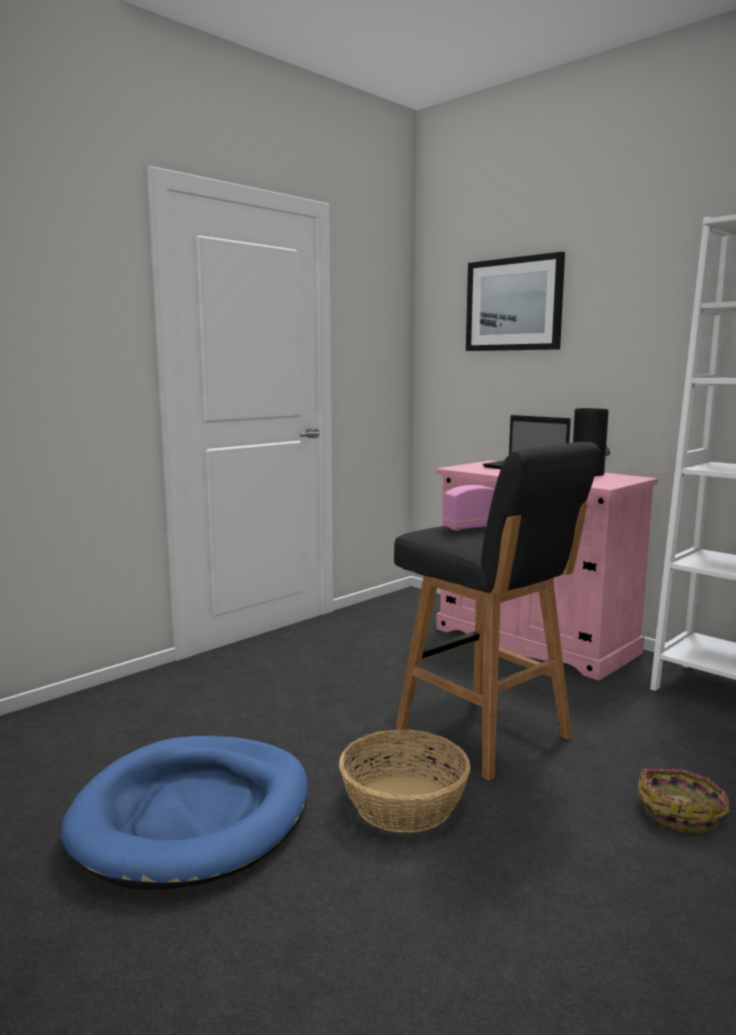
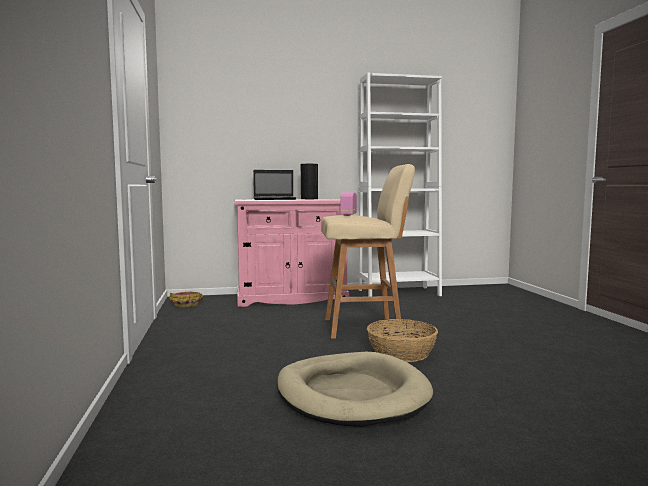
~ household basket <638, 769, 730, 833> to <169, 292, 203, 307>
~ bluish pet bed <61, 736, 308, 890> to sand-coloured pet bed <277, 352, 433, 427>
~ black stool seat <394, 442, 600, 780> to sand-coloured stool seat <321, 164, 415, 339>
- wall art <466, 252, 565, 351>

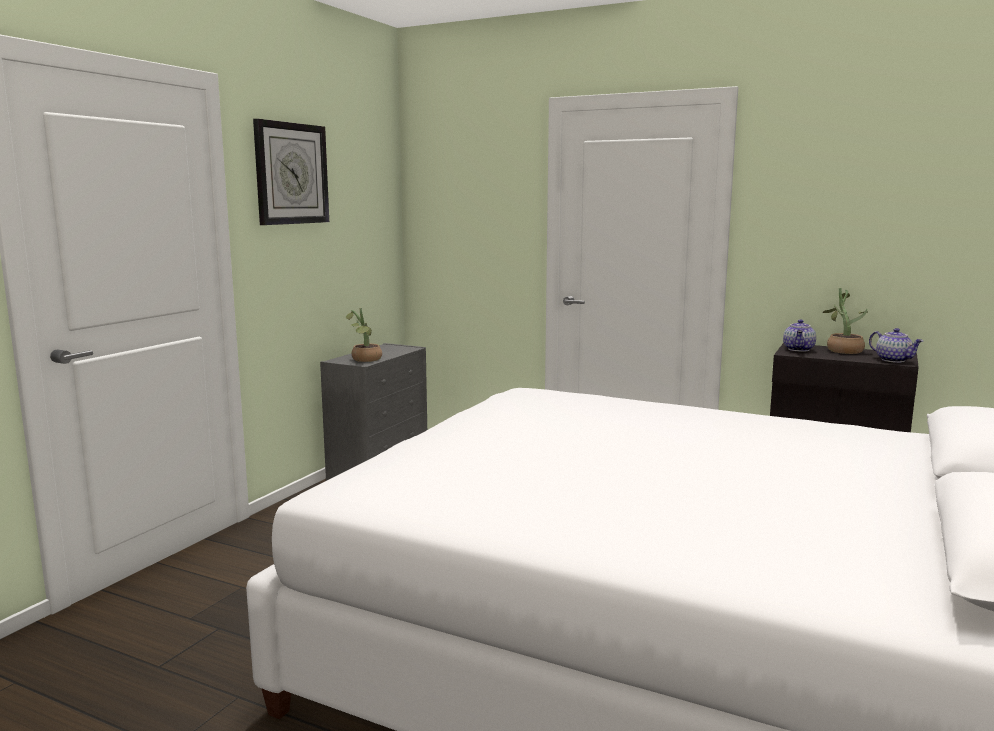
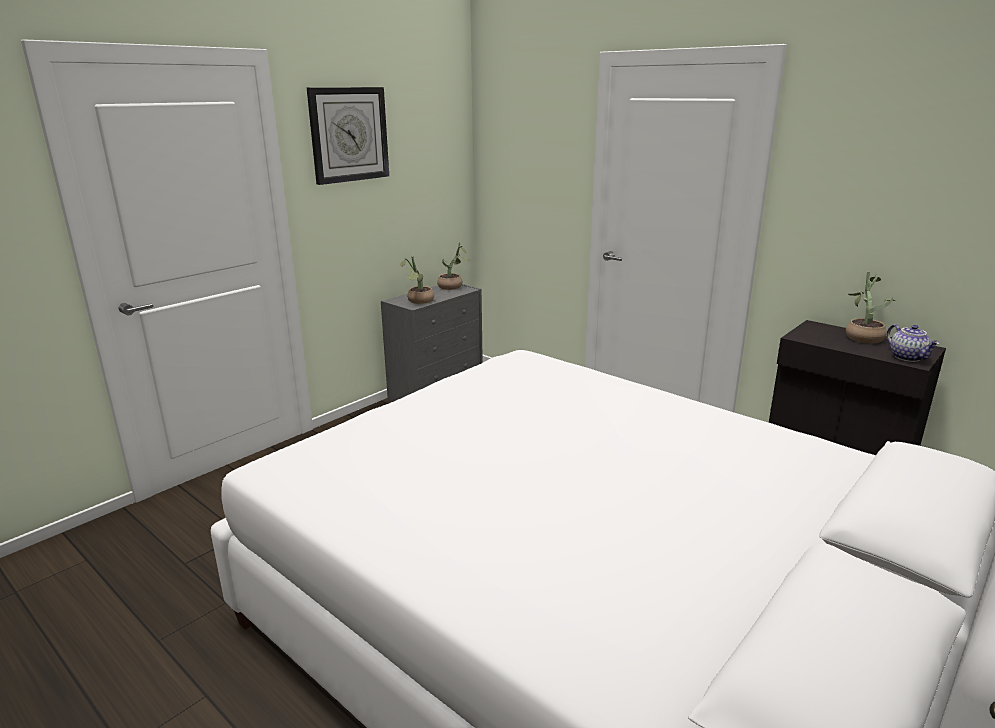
+ houseplant <437, 242, 470, 290>
- teapot <783, 319, 816, 352>

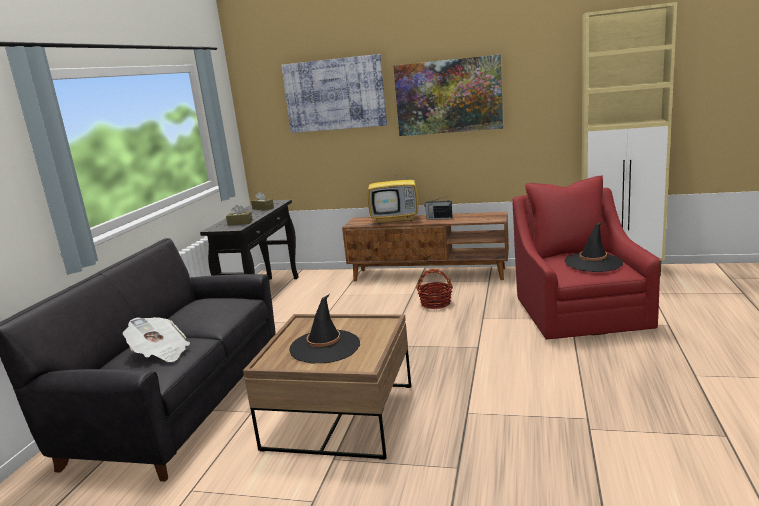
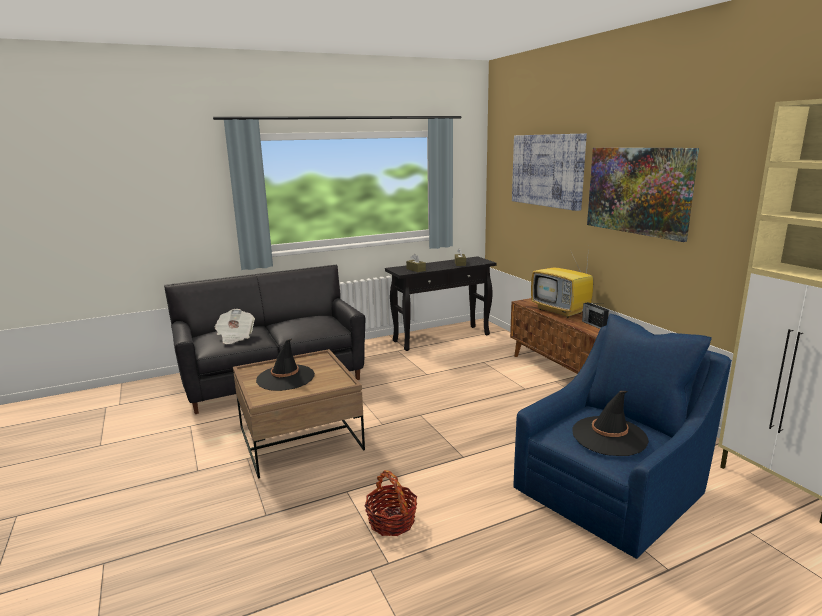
~ household basket <416, 269, 453, 309> to <364, 470, 417, 536>
~ reddish lounge chair <512, 175, 660, 339> to bluish lounge chair <513, 313, 732, 559>

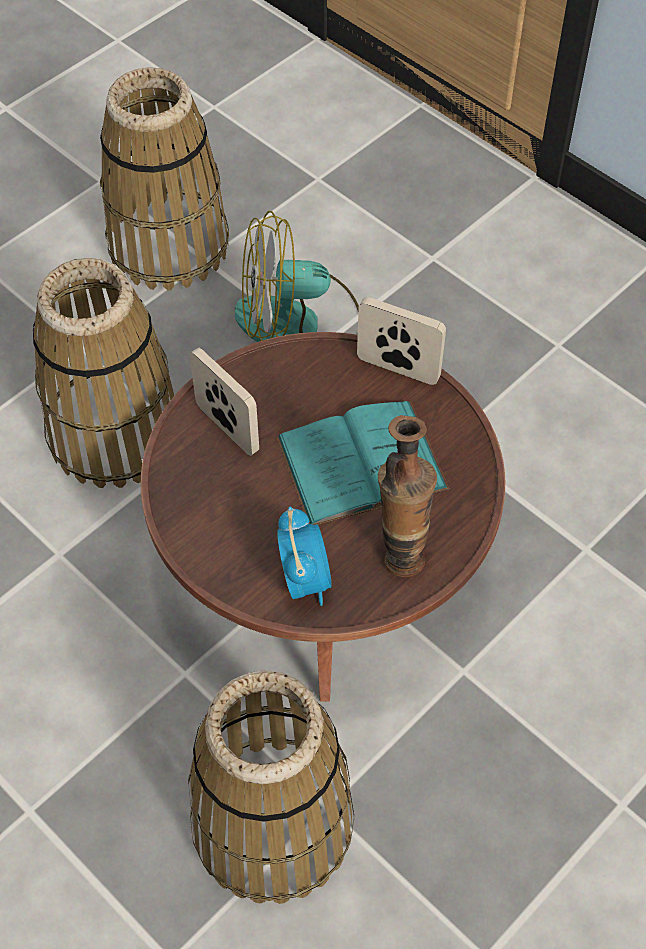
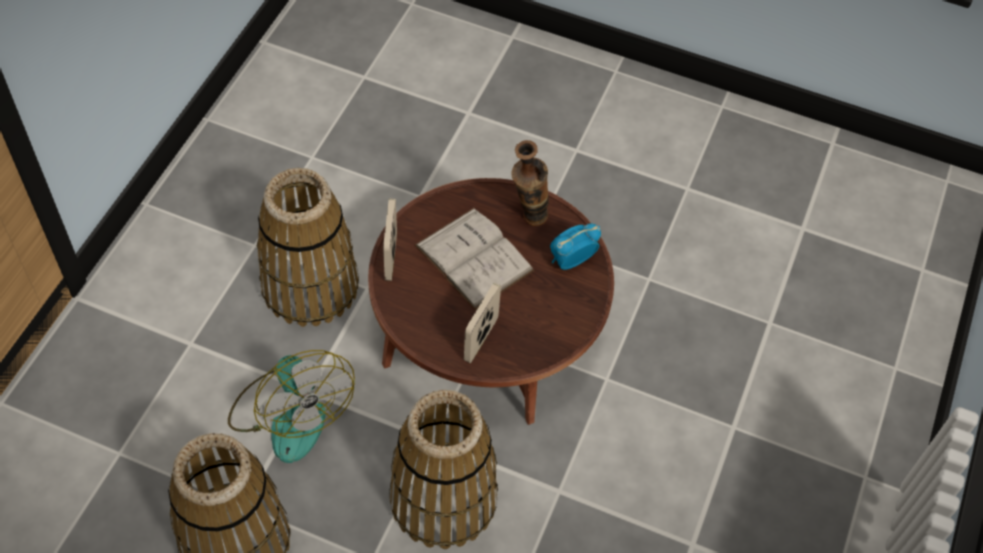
~ household basket <188, 670, 354, 904> to <257, 168, 359, 327>
~ turquoise-coloured bound book <276, 401, 449, 525> to white-coloured bound book <414, 208, 534, 310>

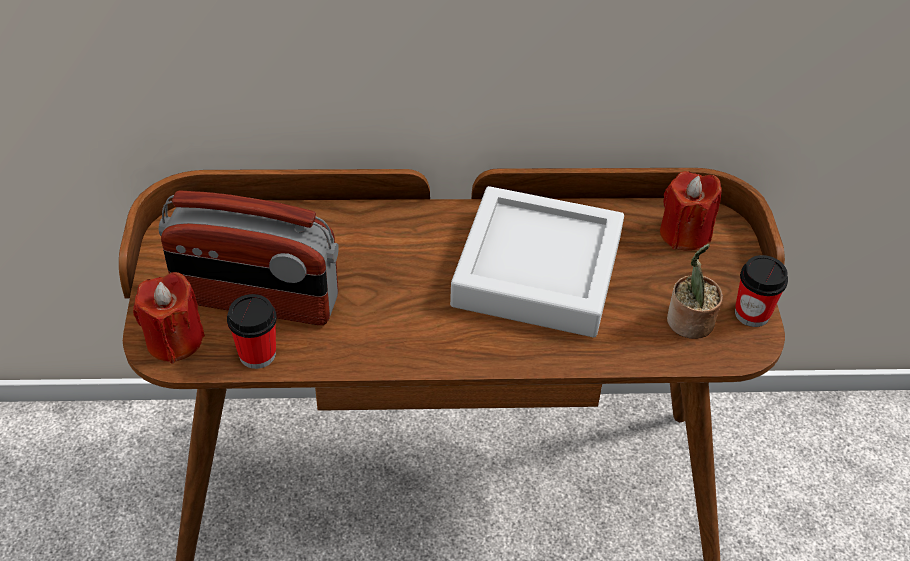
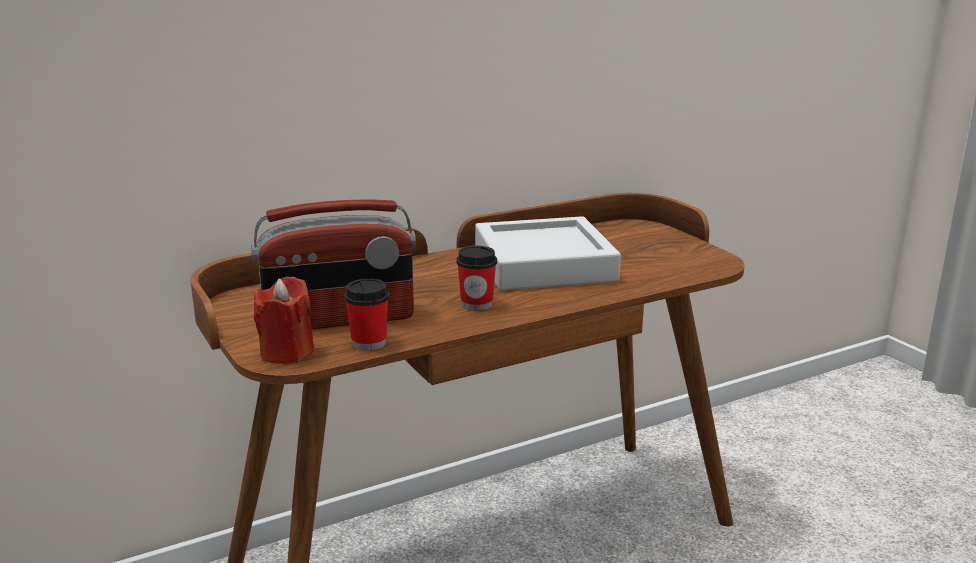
~ small cup <735, 255, 788, 327> to <456, 246, 497, 311>
- reddish wax light <660, 171, 721, 251>
- houseplant <667, 244, 723, 339>

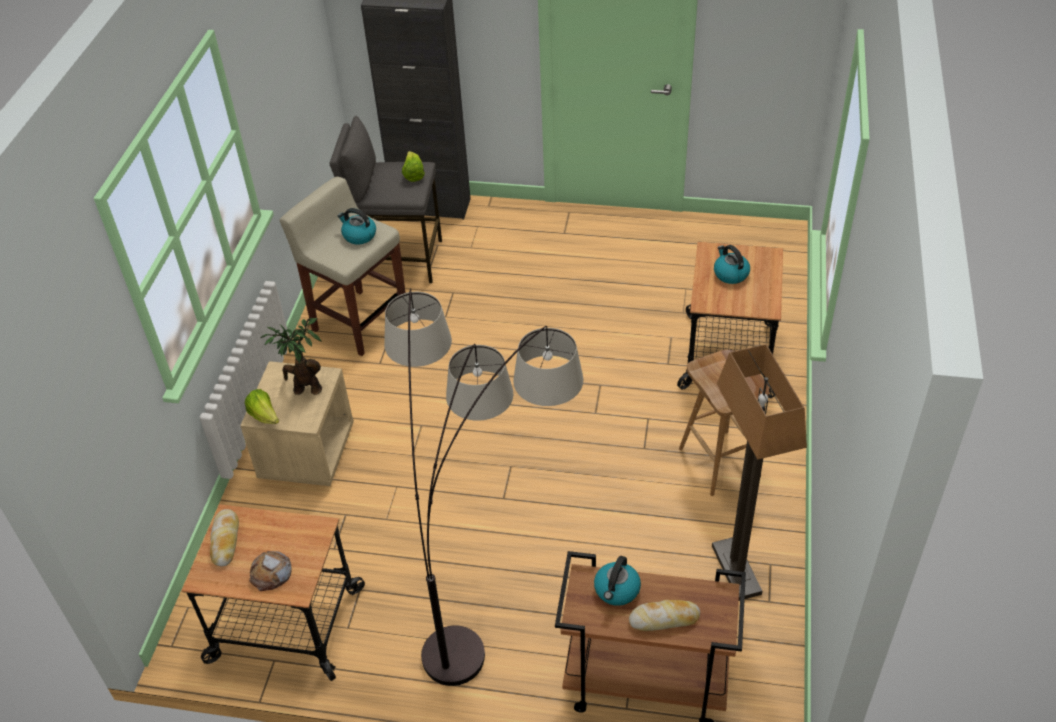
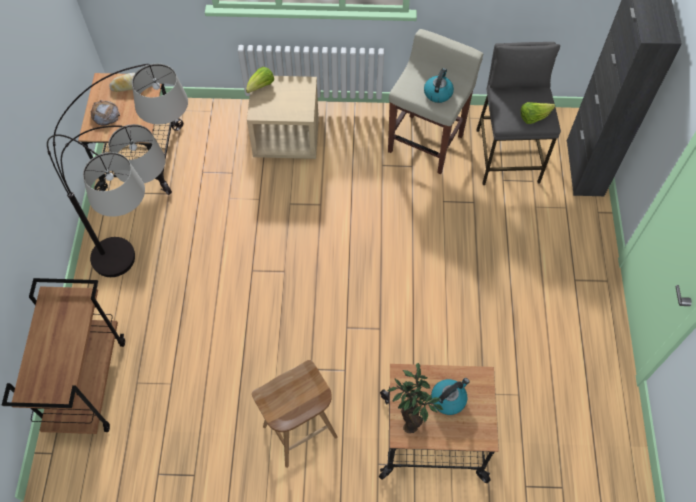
~ houseplant <260, 318, 322, 395> to <387, 363, 443, 433>
- water kettle <594, 556, 641, 606>
- baked bread <629, 600, 700, 631>
- floor lamp <712, 344, 807, 601>

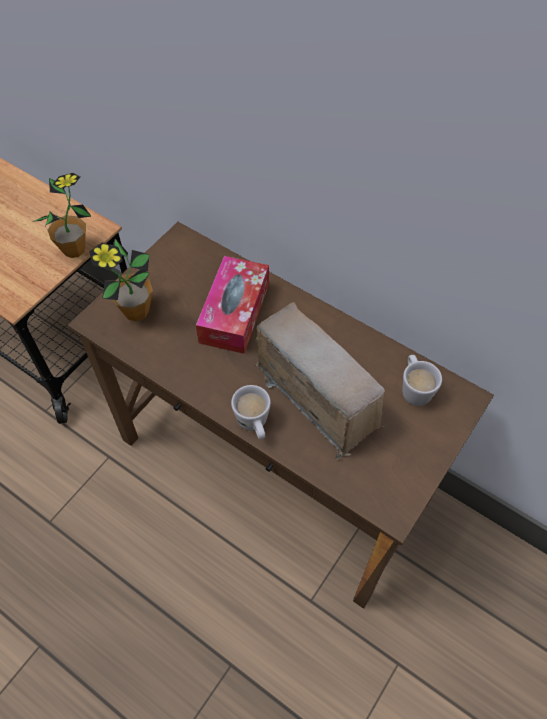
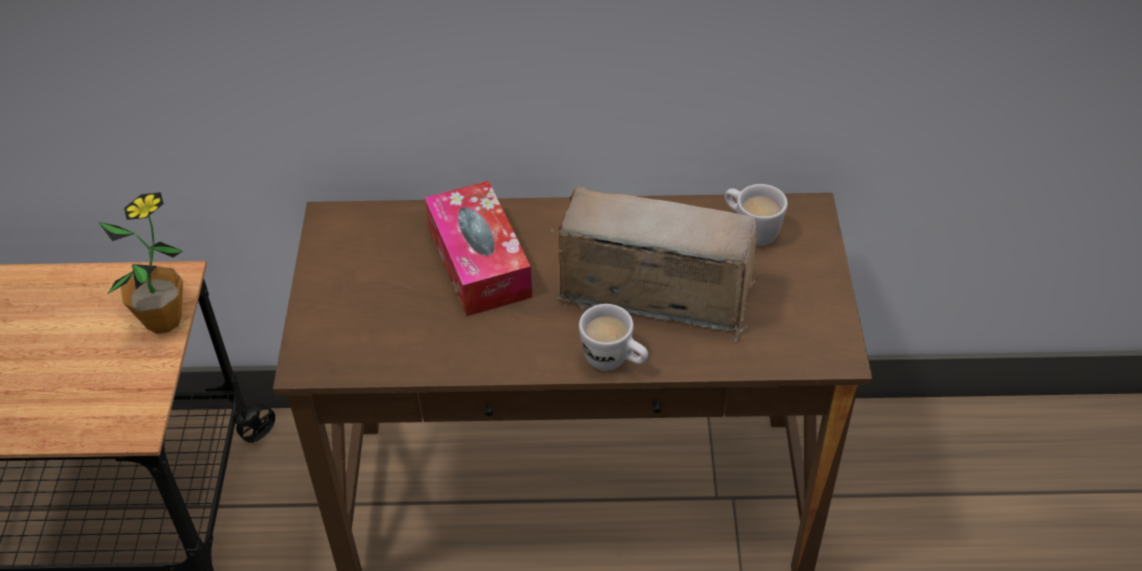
- houseplant <89, 239, 153, 321>

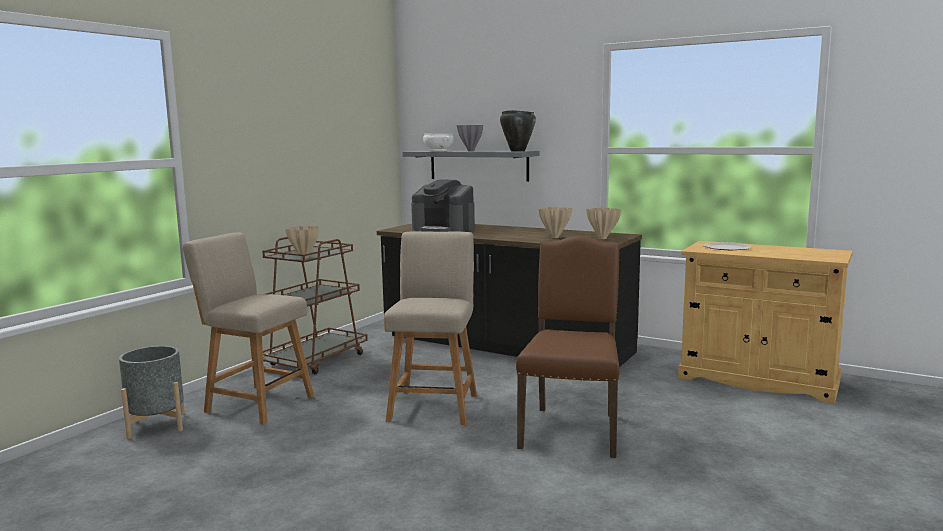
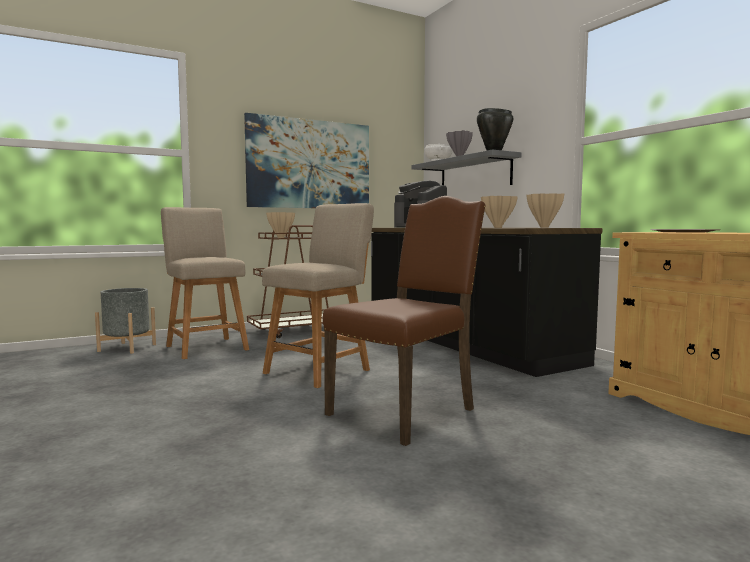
+ wall art <244, 113, 369, 208>

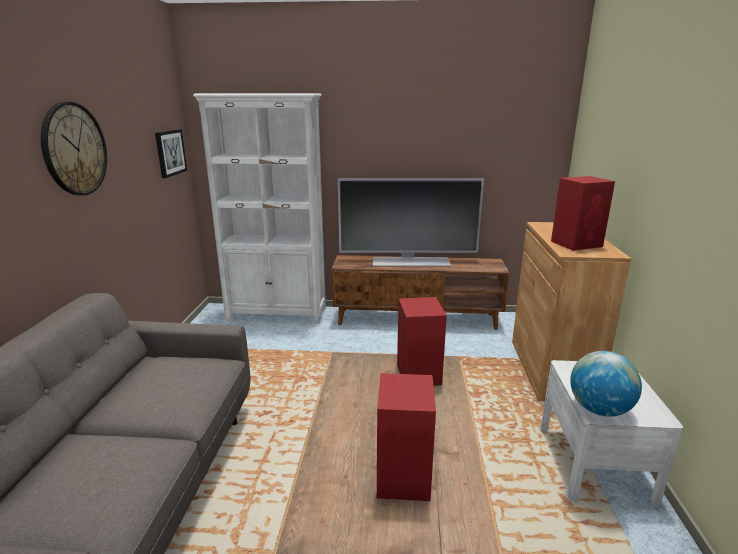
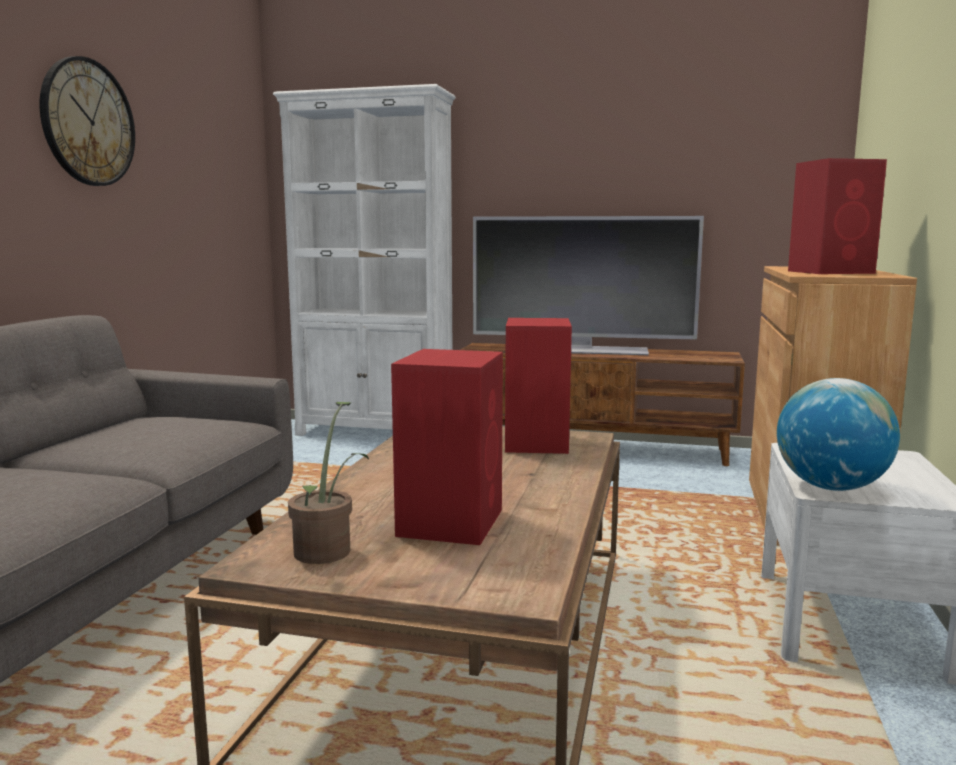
+ houseplant <288, 402, 369, 564>
- wall art <155, 129, 187, 178>

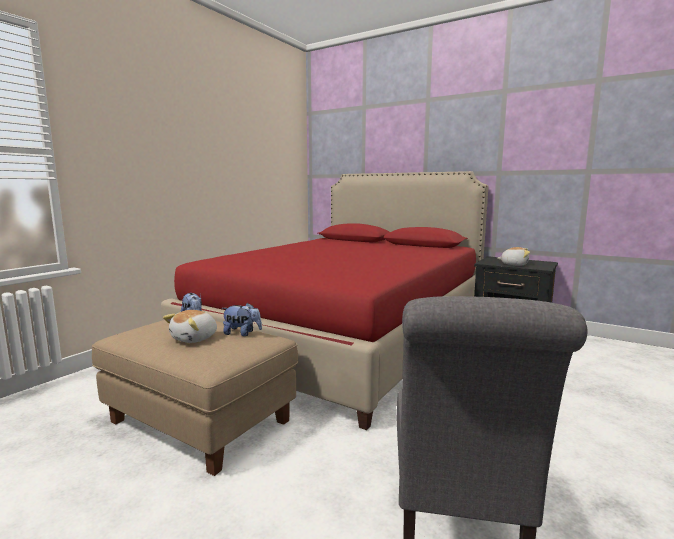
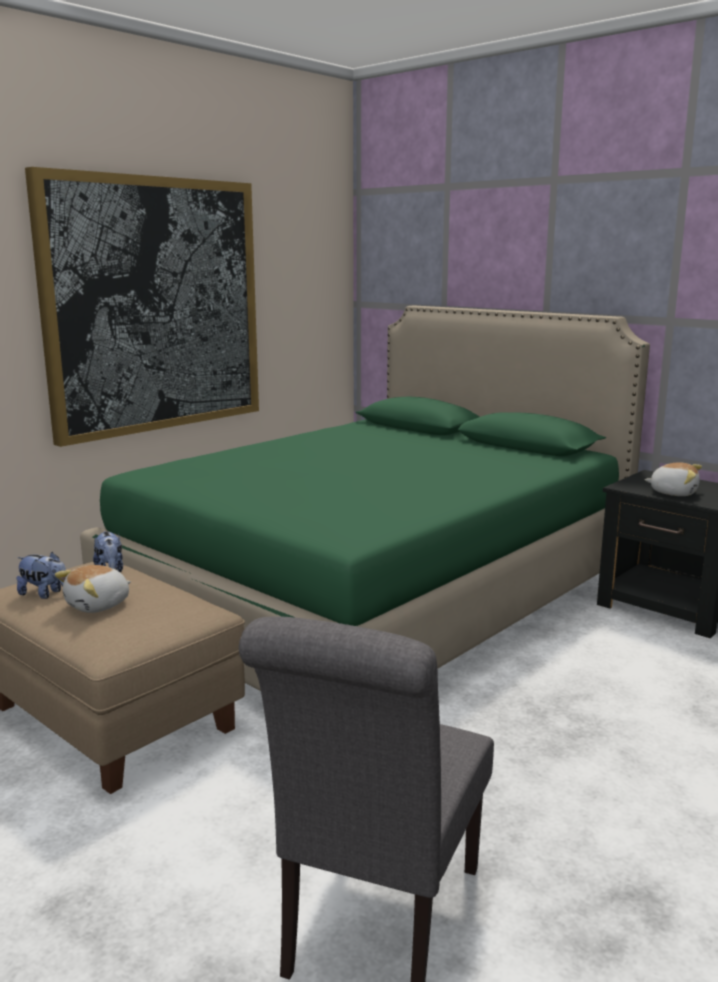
~ plush toy <222, 303, 262, 336> to <17, 552, 66, 599>
+ wall art <25, 167, 259, 447>
~ reddish bedroom bed <161, 171, 488, 430> to greenish bedroom bed <80, 305, 650, 691>

